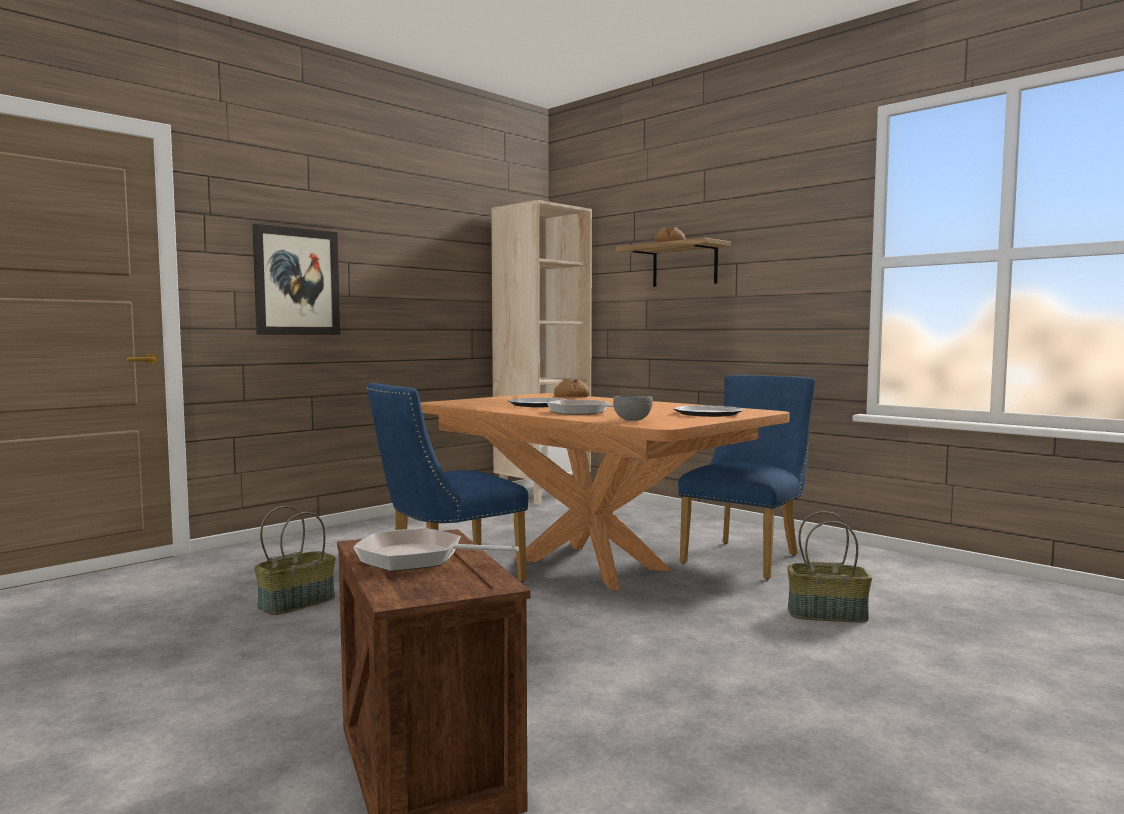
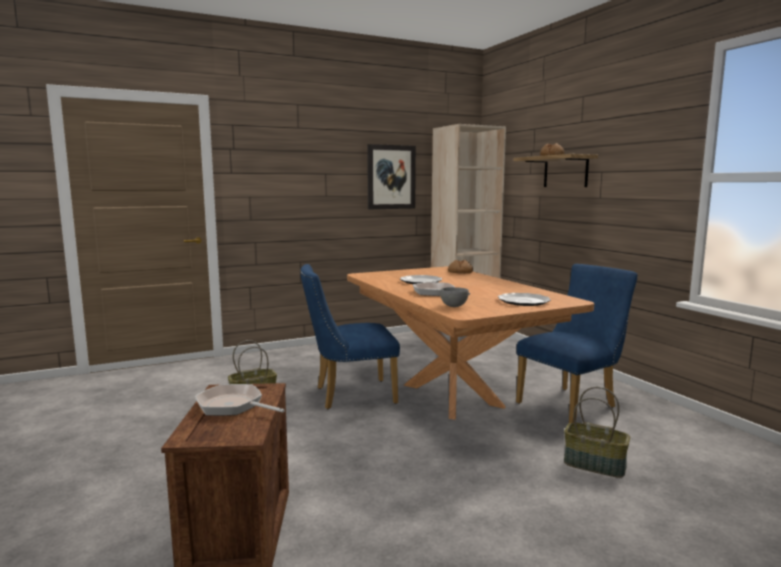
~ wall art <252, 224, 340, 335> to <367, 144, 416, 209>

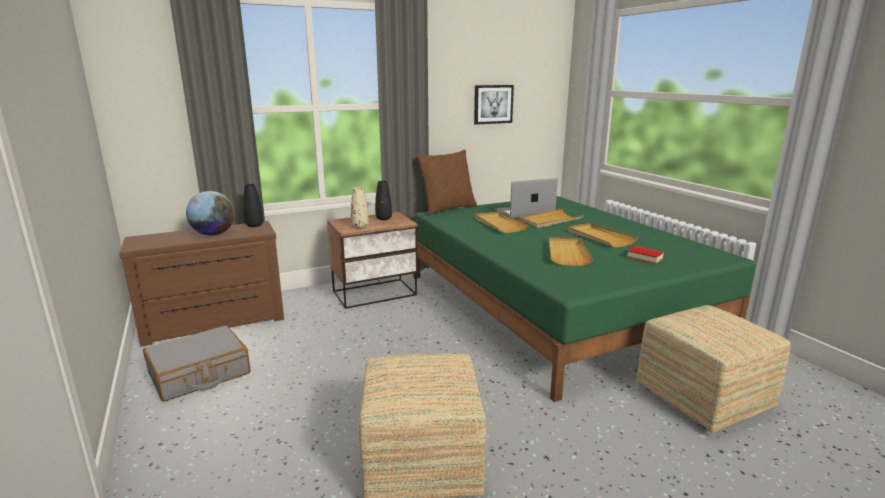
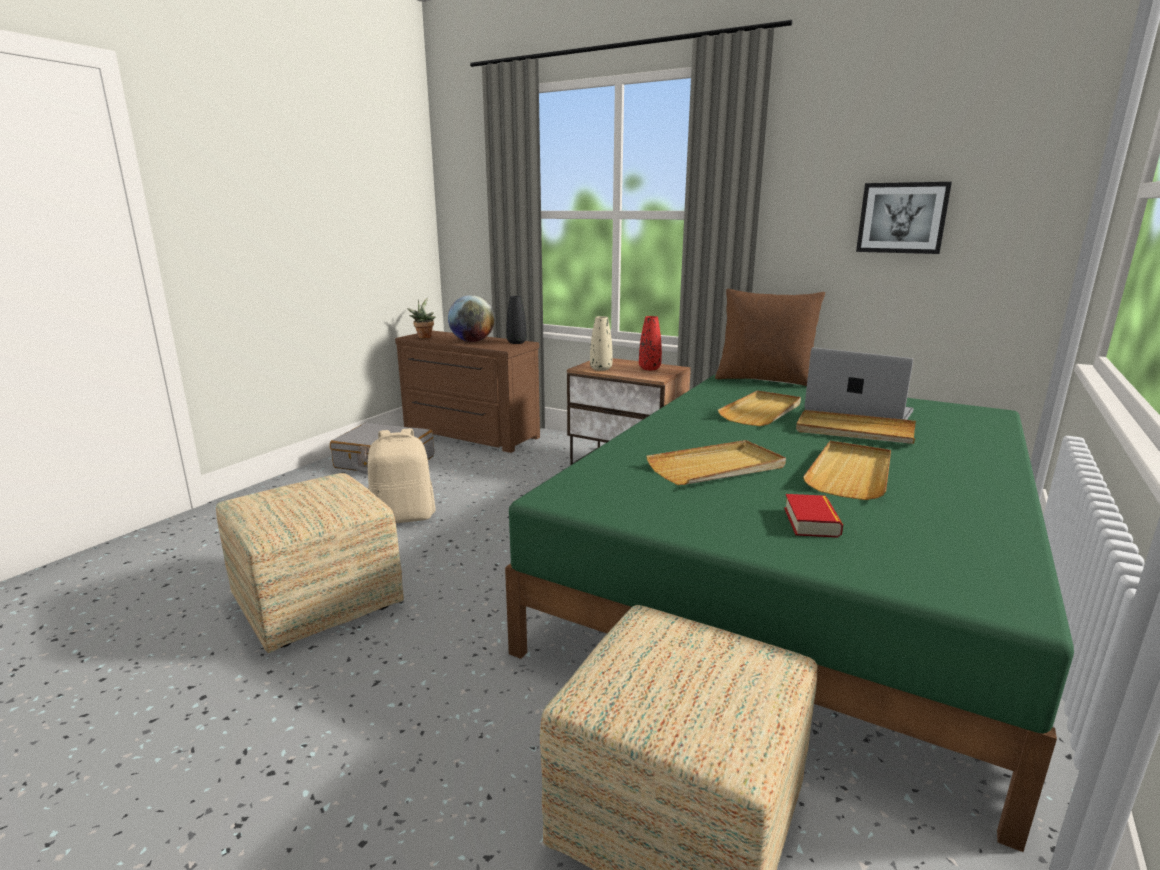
+ sand-coloured backpack <368, 428, 436, 523>
+ houseplant <407, 298, 435, 339>
~ black flower vase <375, 181, 392, 220> to reddish flower vase <639, 316, 662, 370>

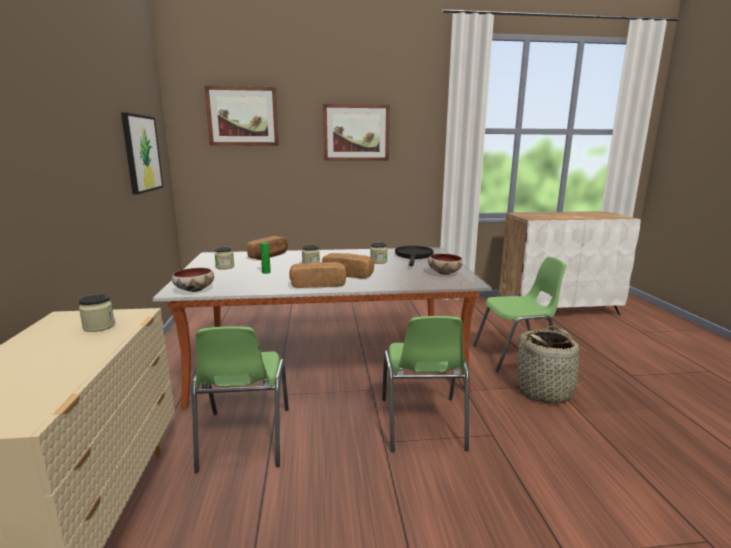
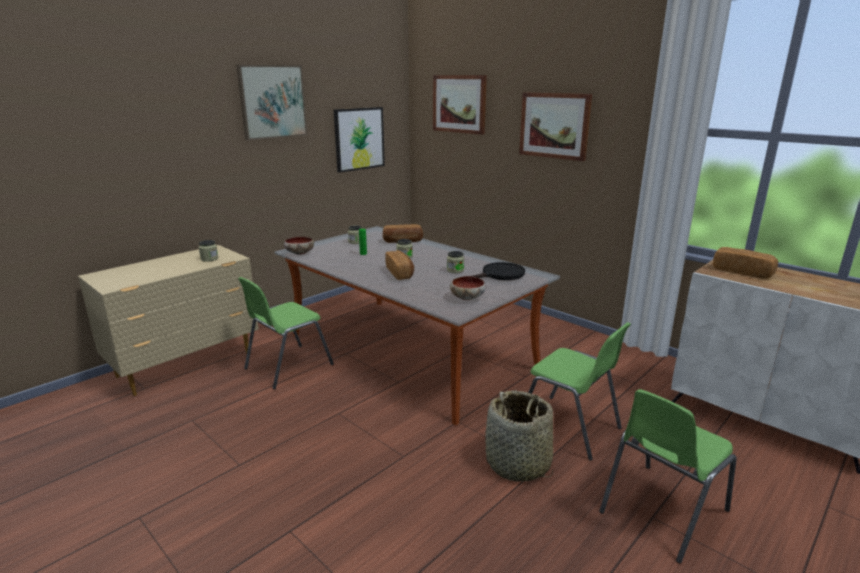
+ wall art <236, 65, 307, 140>
~ greenish chair <382, 316, 469, 452> to <599, 389, 737, 563>
~ baked bread <289, 262, 346, 288> to <713, 247, 778, 279>

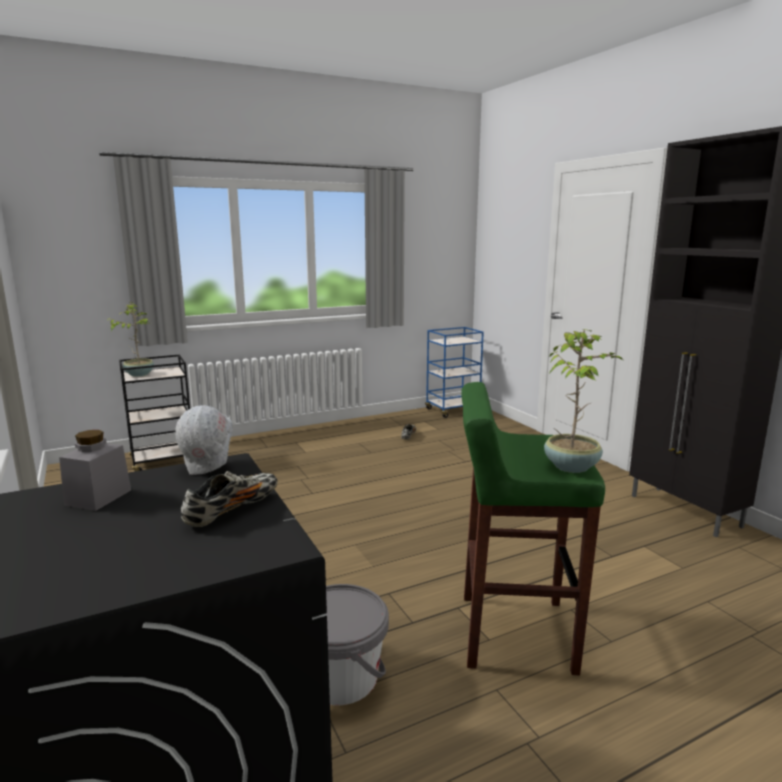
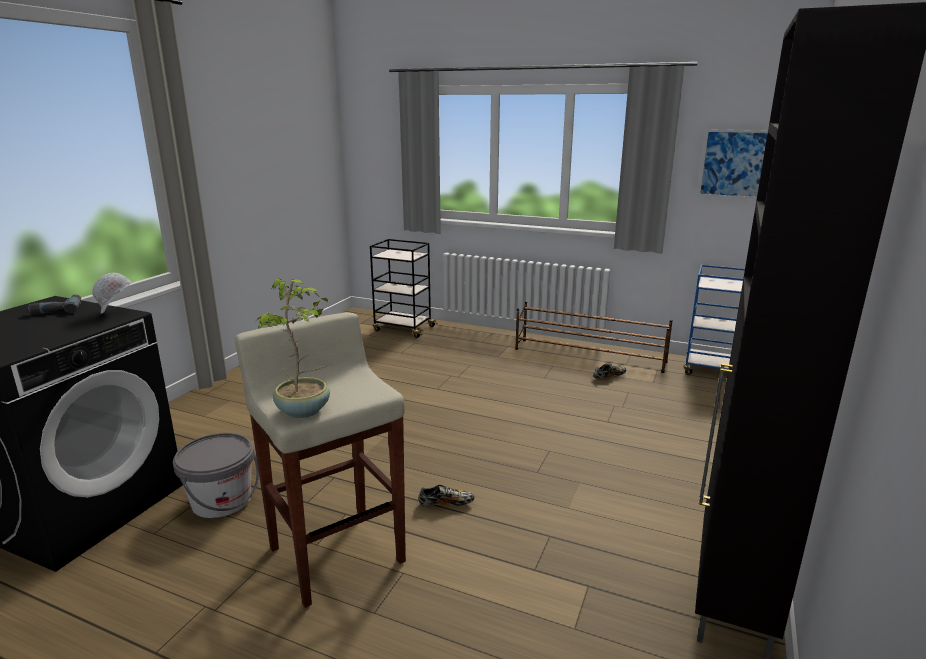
~ gray storage jar <59, 430, 131, 511> to electric drill <28, 294, 81, 314>
~ greenish stool seat <461, 382, 605, 675> to sand-coloured stool seat <235, 312, 406, 608>
~ item of footwear <181, 471, 278, 527> to <418, 485, 474, 507>
+ brownish shoe shelf <515, 301, 673, 373>
+ wall art <698, 129, 768, 199>
- houseplant <108, 302, 154, 376>

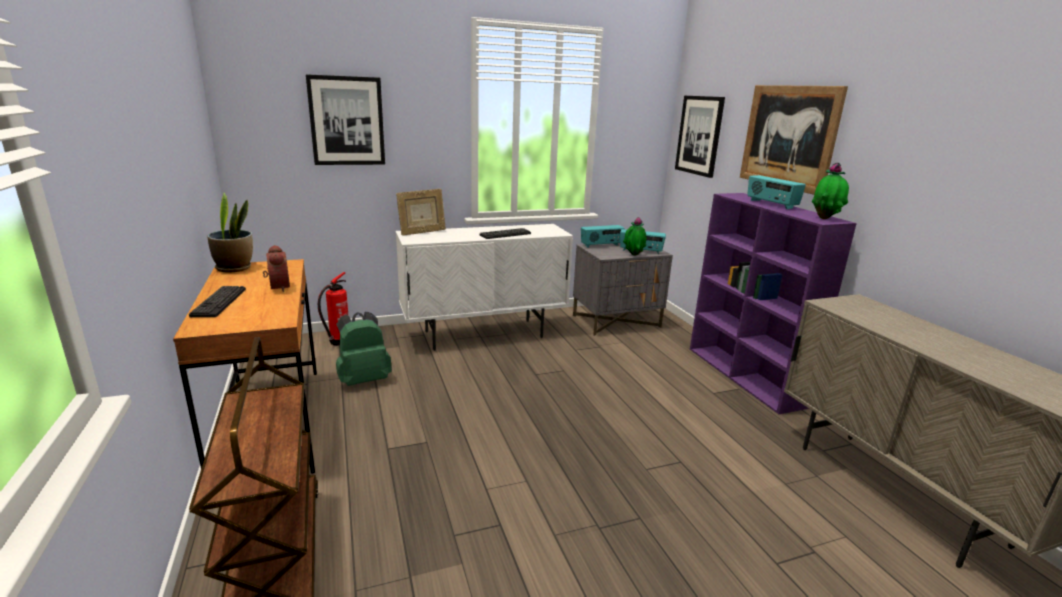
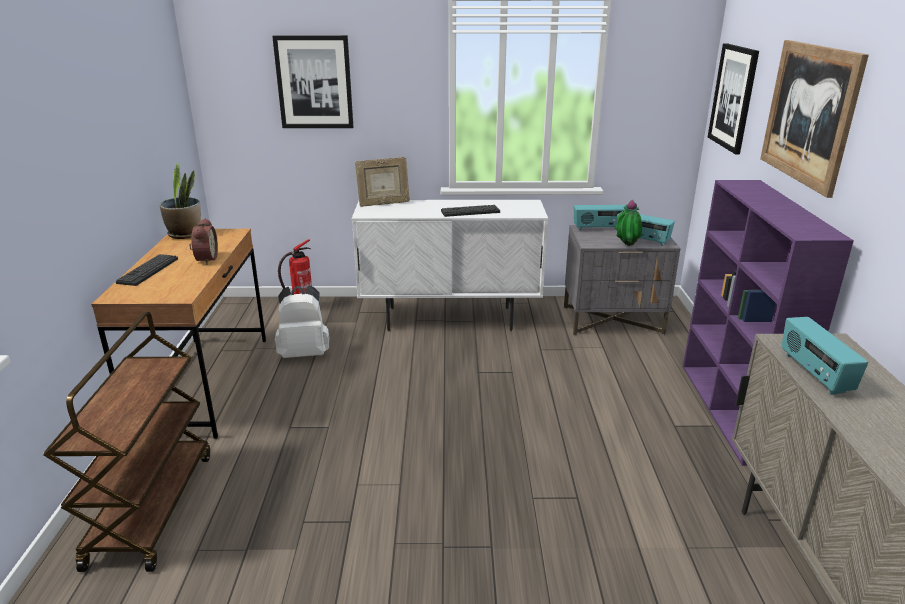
~ greenish backpack <336, 312, 392, 386> to white-coloured backpack <275, 285, 329, 358>
~ radio set <747, 175, 806, 209> to <781, 317, 868, 395>
- houseplant <812, 162, 849, 219>

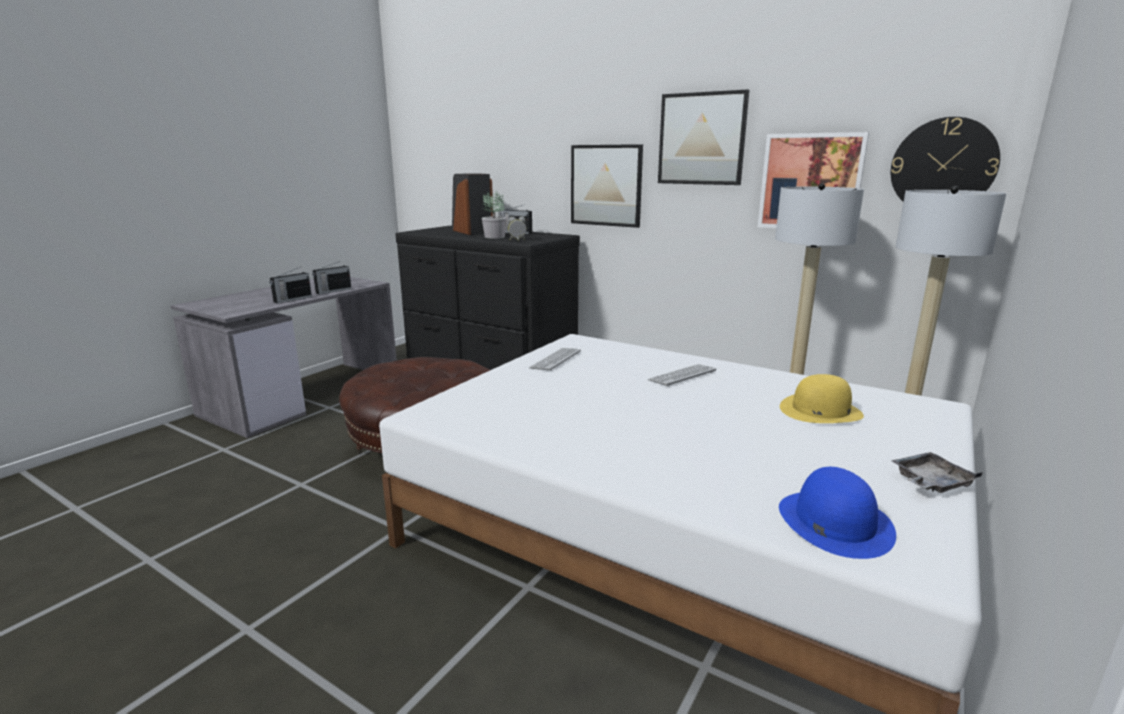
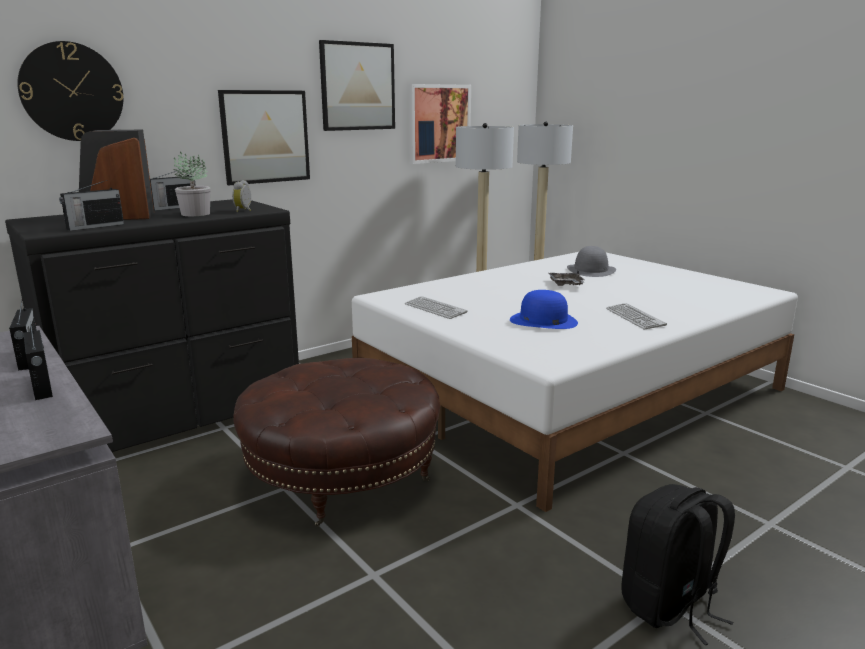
~ wall clock <891, 117, 1000, 202> to <17, 41, 123, 141>
+ radio set <59, 180, 124, 231>
~ bluish clothing hat <779, 467, 896, 559> to <510, 290, 578, 329>
~ gray tray <892, 452, 982, 493> to <549, 271, 585, 286>
~ yellowish clothing hat <780, 374, 864, 423> to gray clothing hat <567, 246, 616, 277>
~ computer keyboard <648, 364, 716, 387> to <606, 303, 667, 330>
+ black backpack <621, 484, 735, 645>

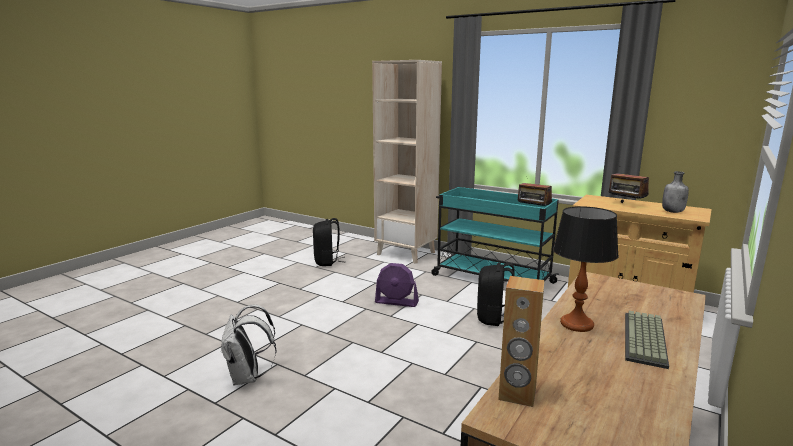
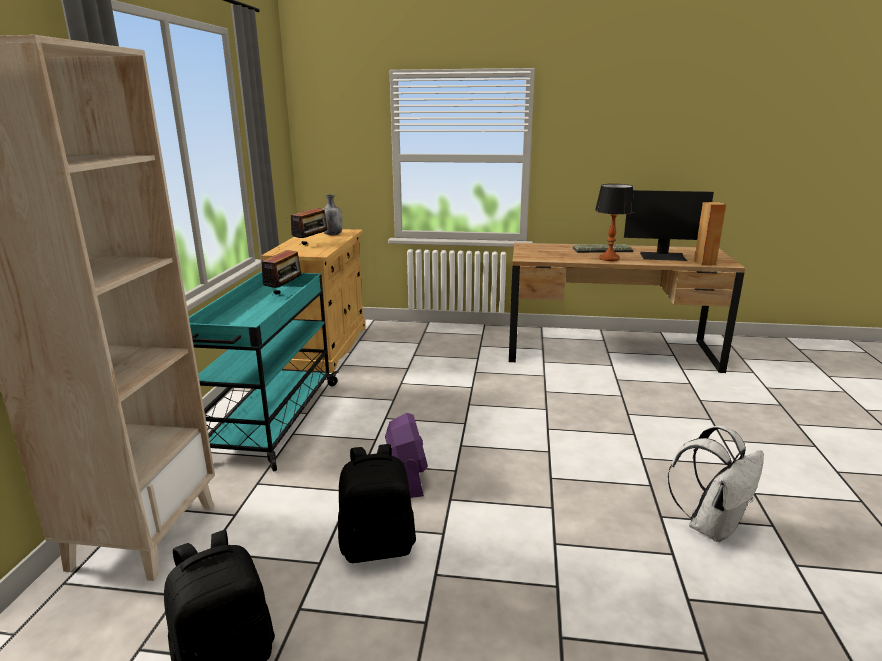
~ black backpack <477, 263, 515, 326> to <338, 444, 416, 563>
+ computer display <624, 190, 714, 261>

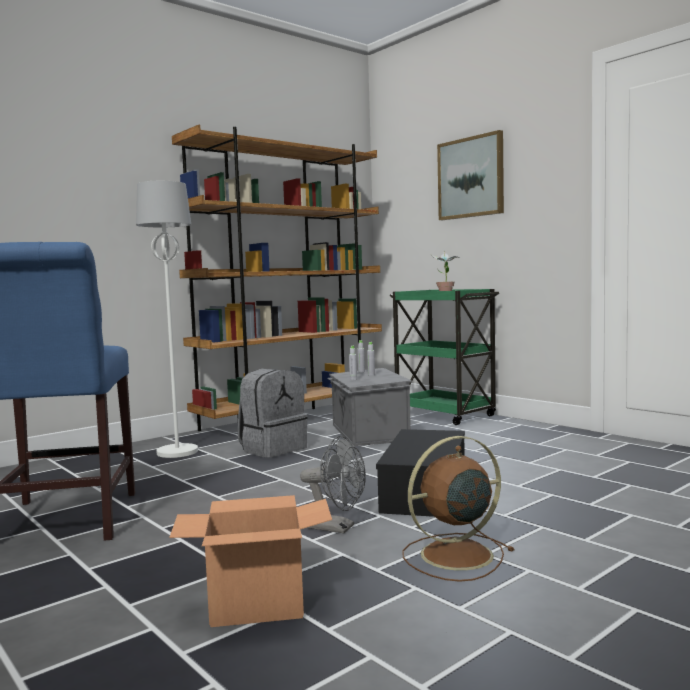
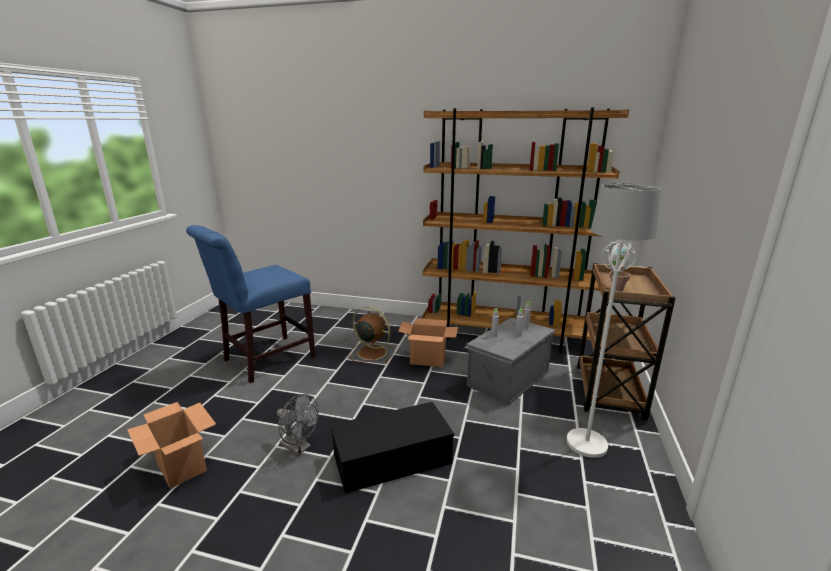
~ gray cooling fan <300, 436, 366, 533> = <277, 394, 318, 456> 45 degrees counterclockwise
~ brownish cooling fan <402, 436, 515, 582> to <348, 306, 394, 362>
~ gray backpack <238, 369, 308, 458> to carton <398, 318, 458, 367>
~ white-coloured floor lamp <136, 181, 198, 458> to <566, 183, 661, 458>
~ greenish trolley <390, 289, 499, 425> to brownish trolley <577, 263, 676, 420>
- wall art <437, 130, 504, 220>

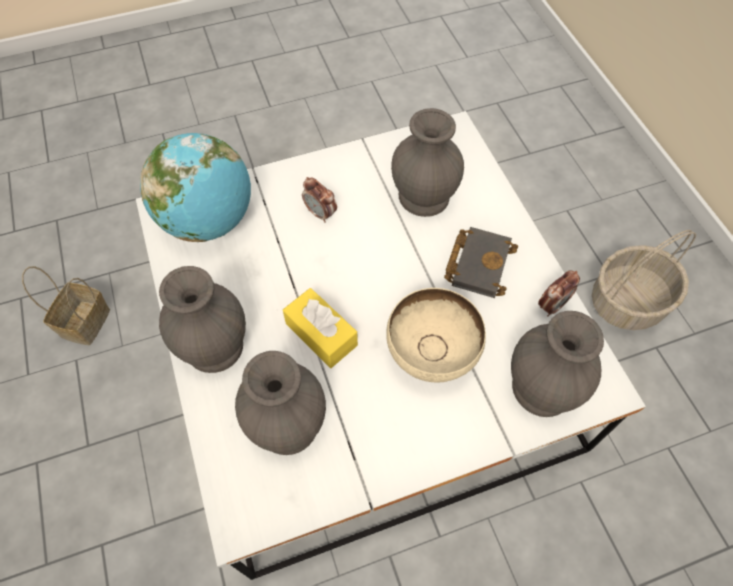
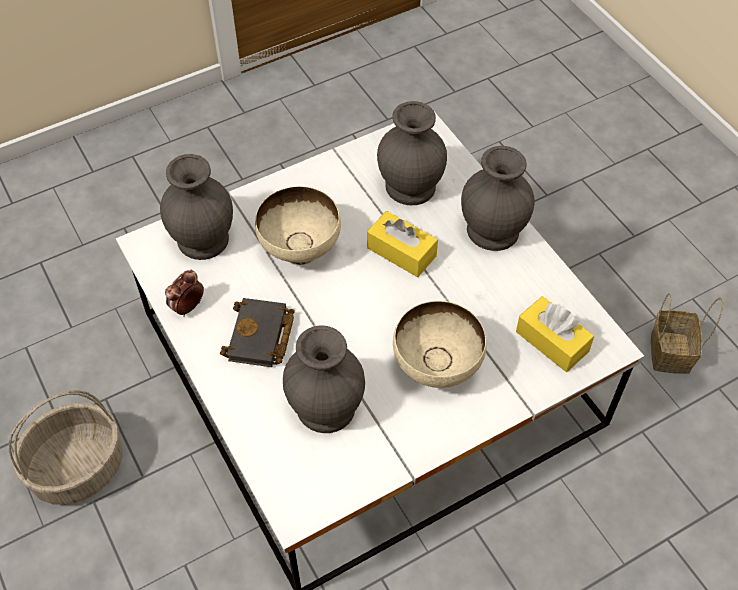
~ table clock <302, 177, 337, 223> to sand-coloured serving bowl <393, 301, 486, 388>
~ globe <140, 133, 251, 242> to yellowish box of tissues <516, 296, 594, 372>

